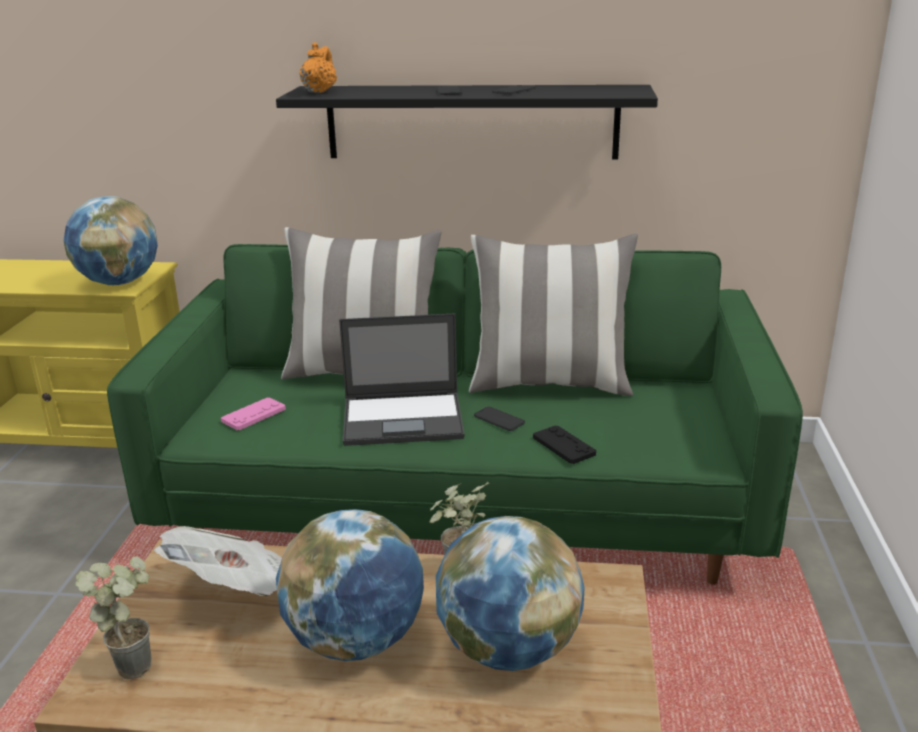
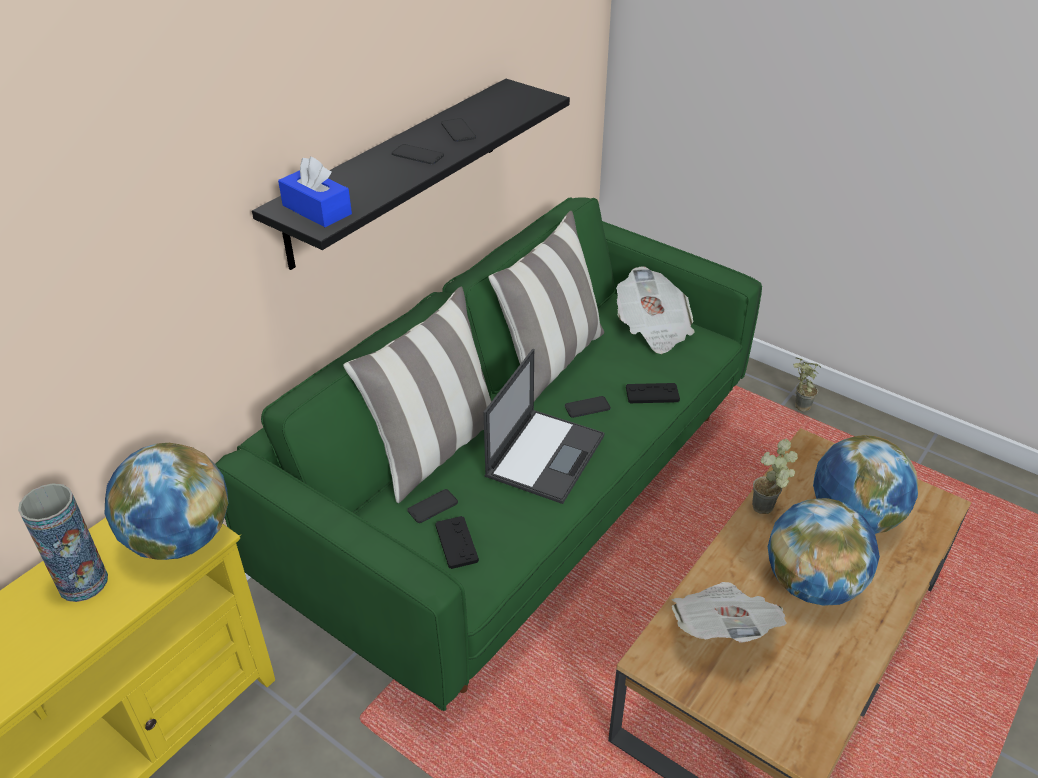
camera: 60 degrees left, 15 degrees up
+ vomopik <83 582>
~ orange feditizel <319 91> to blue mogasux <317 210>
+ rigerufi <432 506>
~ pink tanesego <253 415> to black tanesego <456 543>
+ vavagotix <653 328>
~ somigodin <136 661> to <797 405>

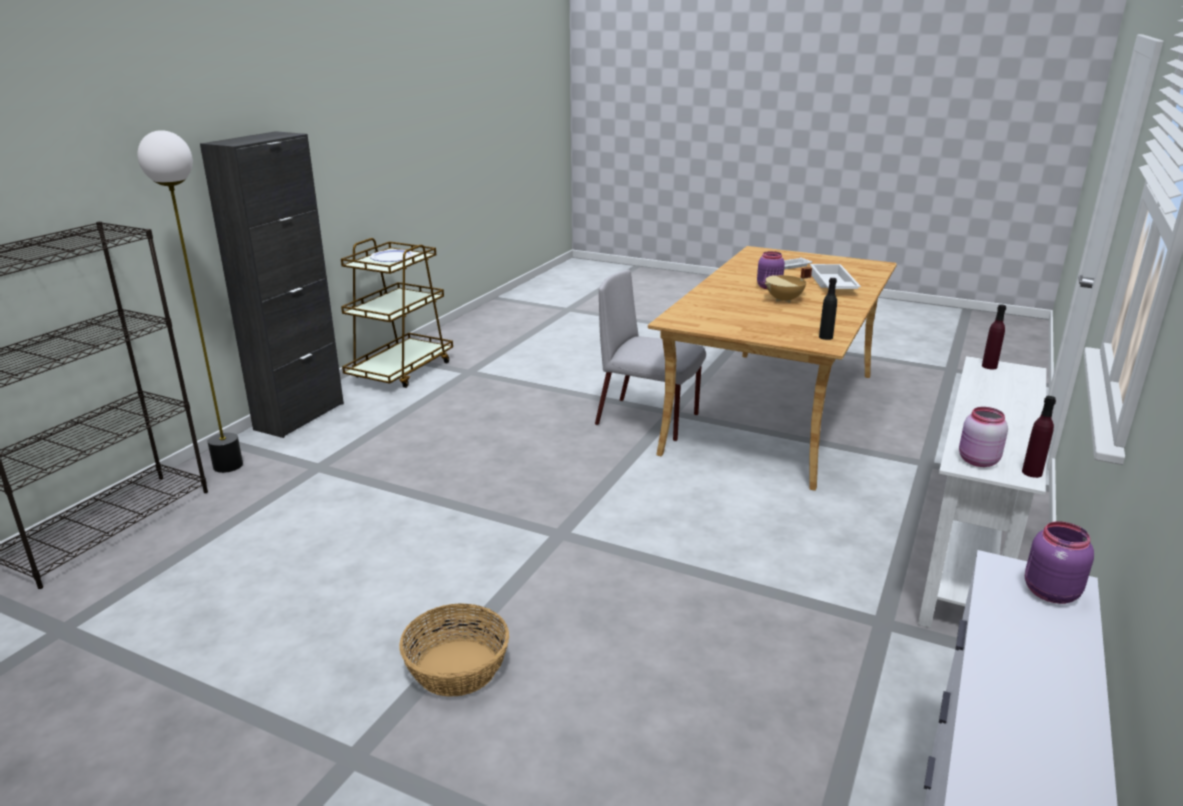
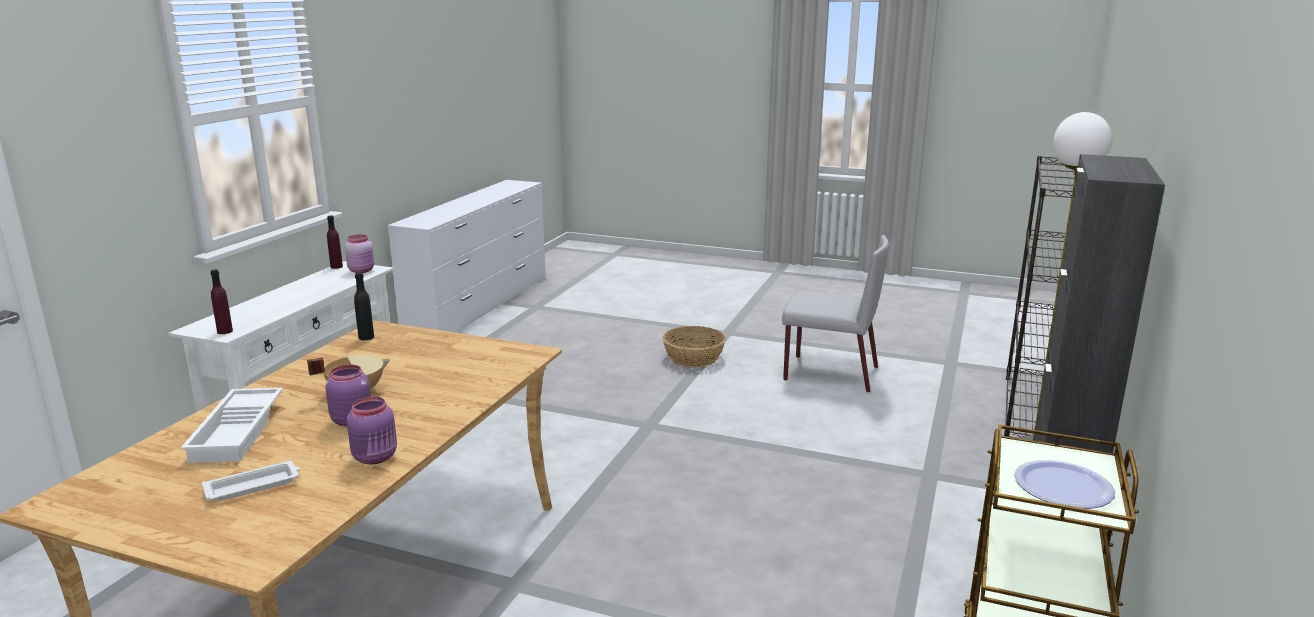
camera: 175 degrees right, 5 degrees down
~ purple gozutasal <1048 592> to <376 457>
~ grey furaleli <649 420> to <829 373>

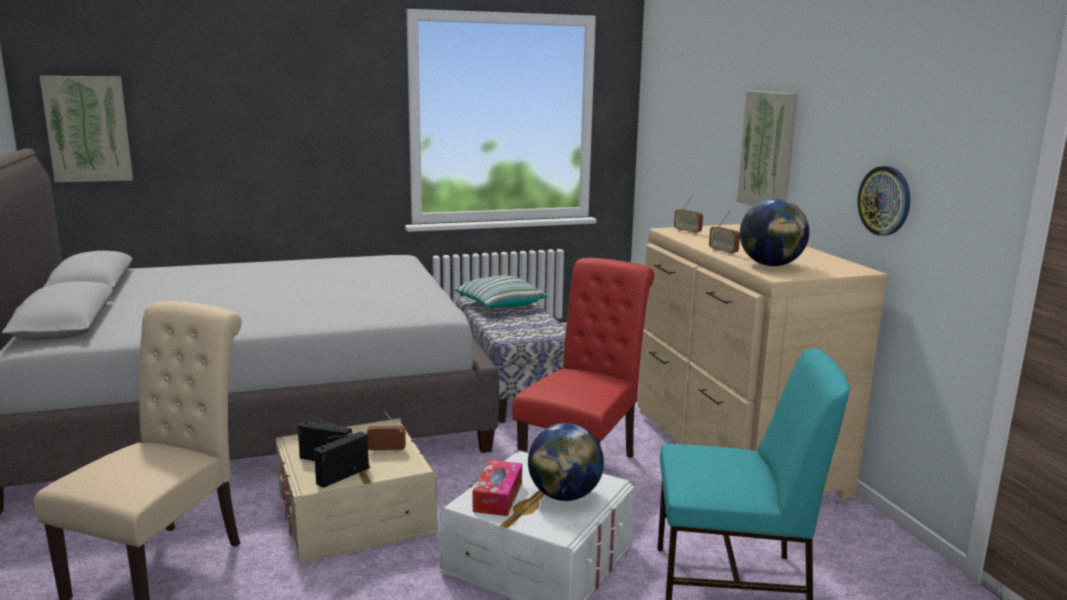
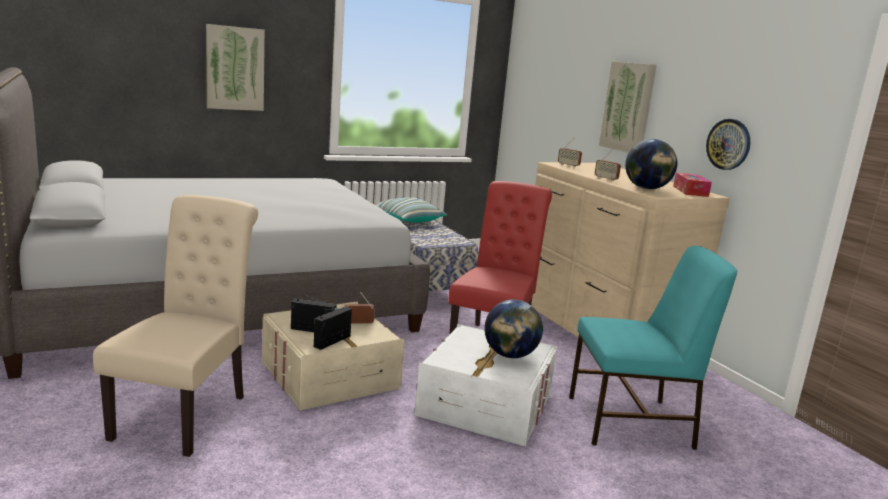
camera: 10 degrees left, 0 degrees up
~ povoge <88 129> to <235 68>
~ mogasux <498 497> to <690 191>

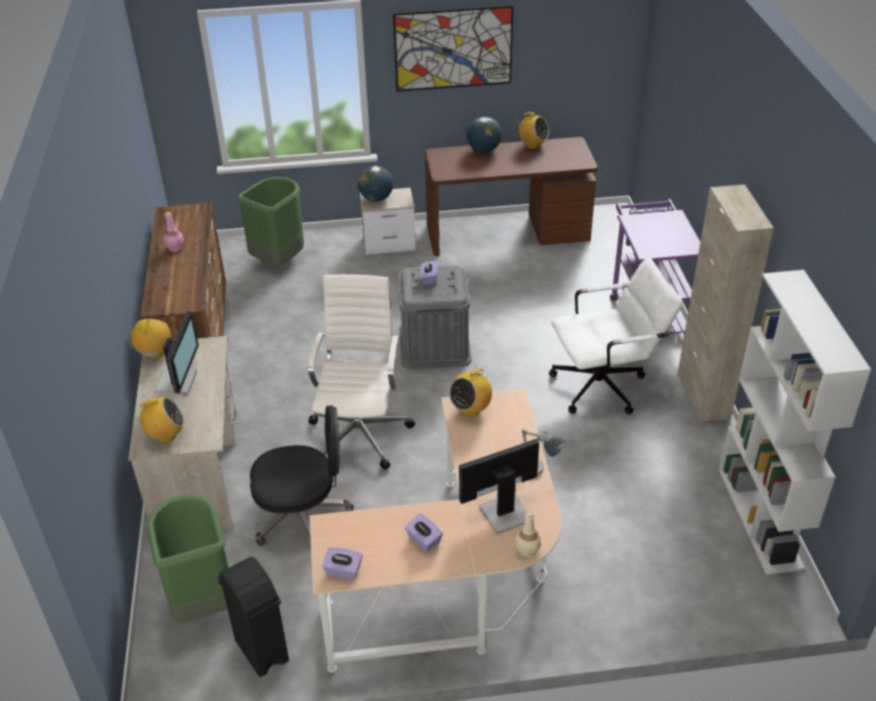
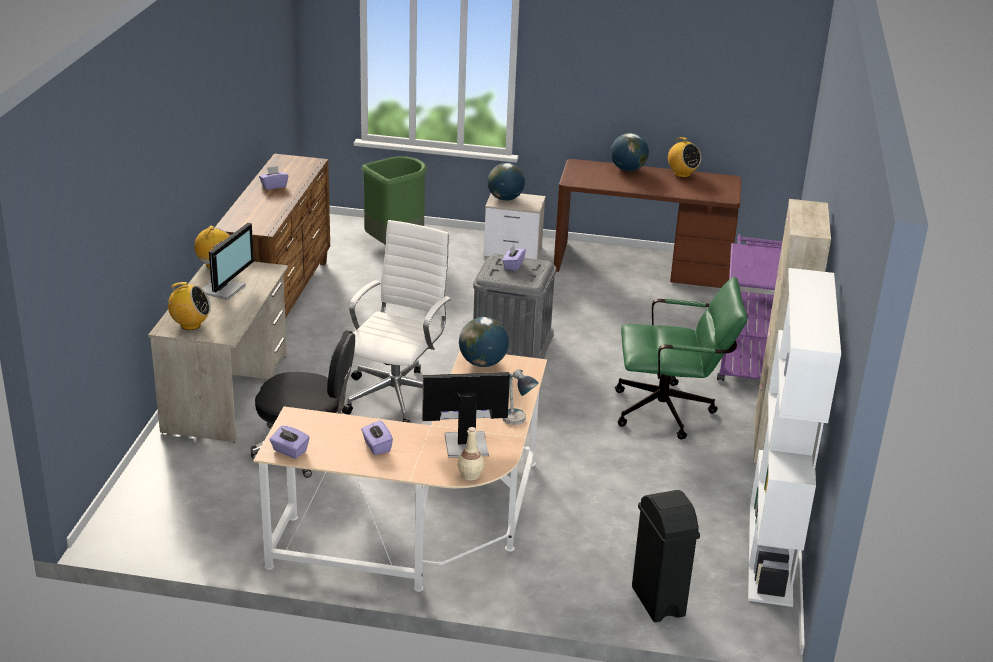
camera: 15 degrees right, 10 degrees down
~ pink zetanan <175 248> to purple mogasux <274 186>
~ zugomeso <470 409> to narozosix <483 363>
~ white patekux <606 385> to green patekux <672 411>
~ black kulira <262 651> to <658 602>
- green kulira <202 602>
- povoge <453 48>

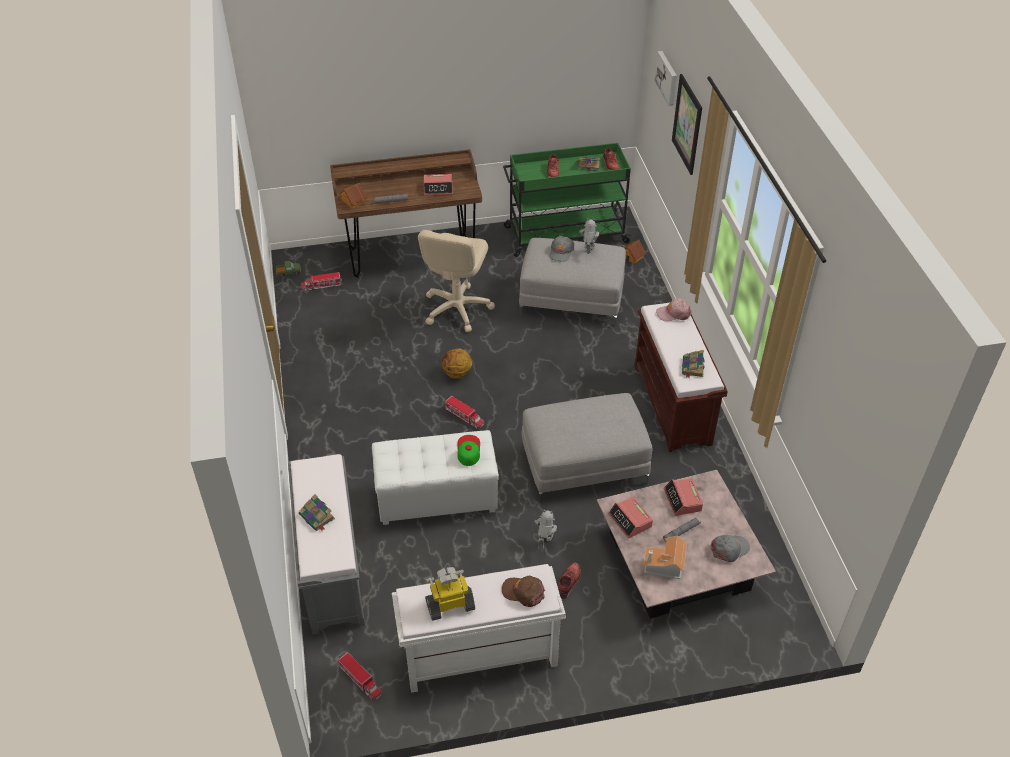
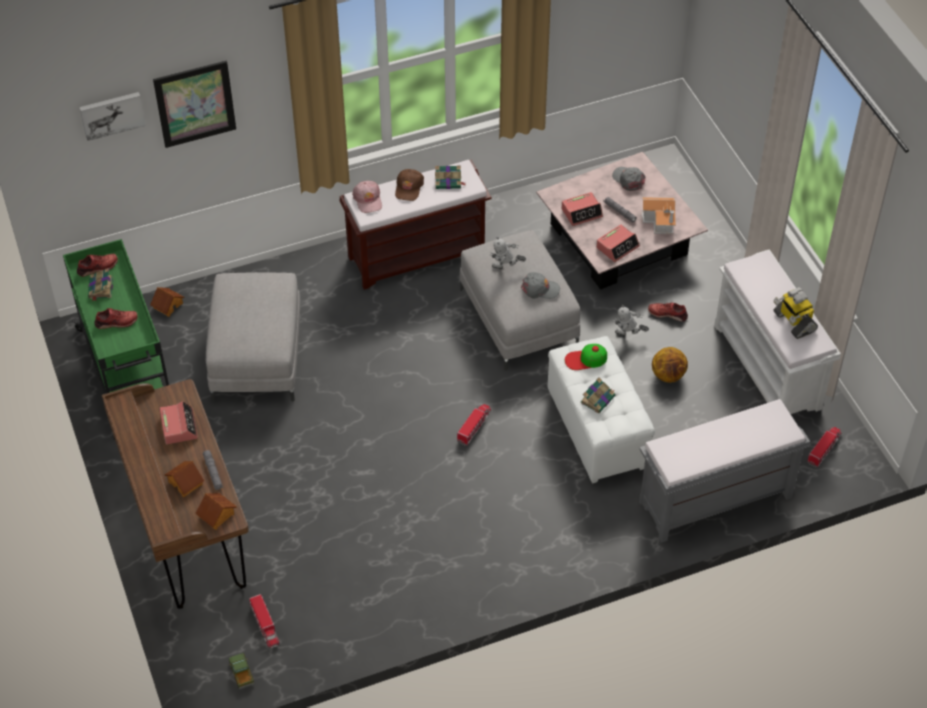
camera: 100 degrees left, 5 degrees up
+ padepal <186 482>
~ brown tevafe <523 592> to <408 188>
~ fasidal <588 251> to <506 269>
~ grey tevafe <561 252> to <540 289>
~ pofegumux <317 517> to <598 399>
~ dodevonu <456 374> to <668 375>
- beige patekux <456 309>

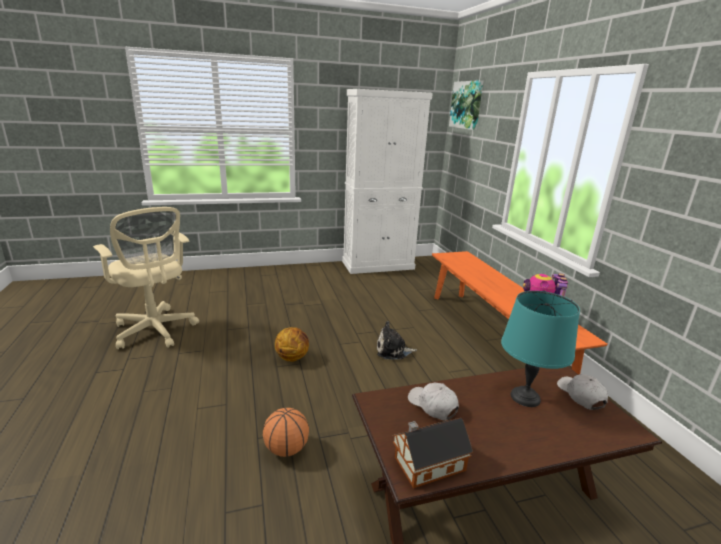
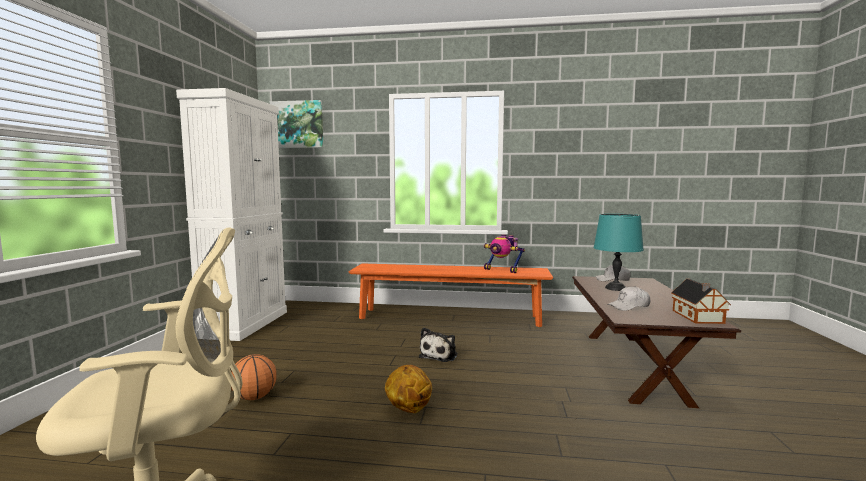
camera: 65 degrees left, 15 degrees down
~ dodevonu <286 449> to <254 397>

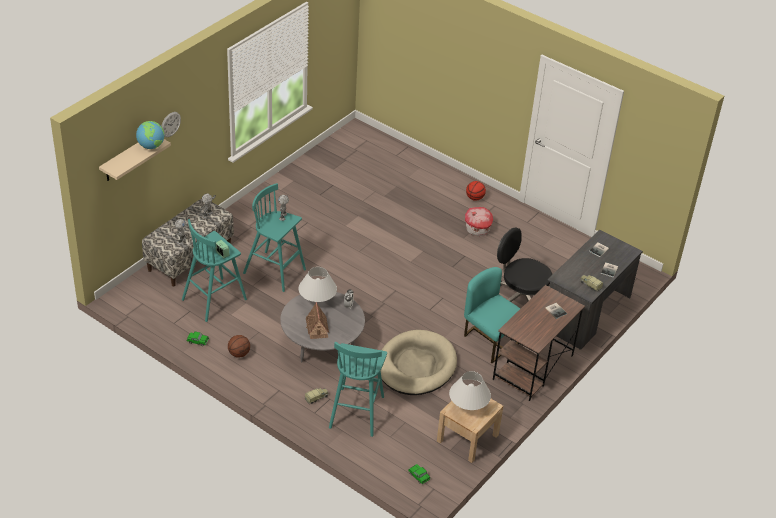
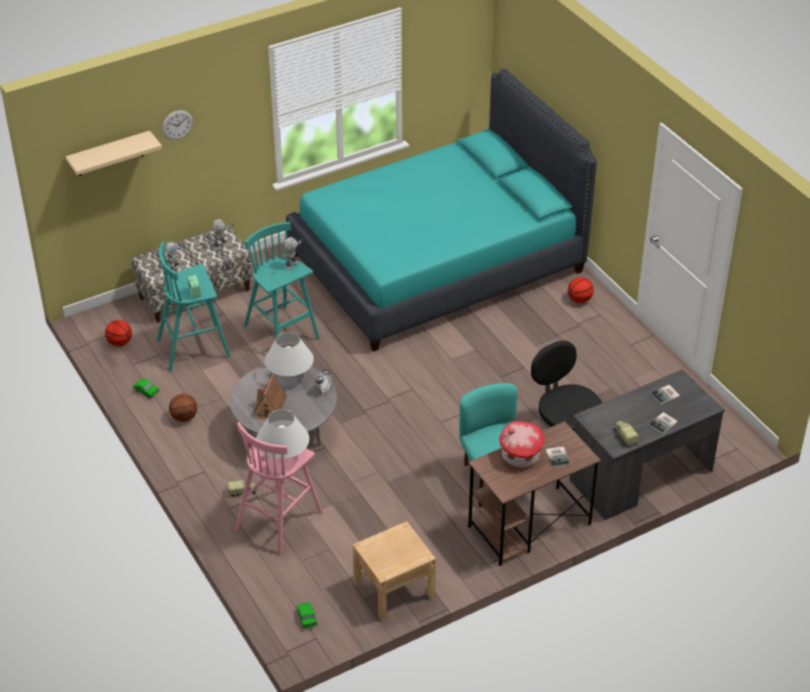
camera: 25 degrees right, 0 degrees up
+ dodevonu <120 343>
~ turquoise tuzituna <357 411> to pink tuzituna <279 520>
~ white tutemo <468 406> to <283 455>
+ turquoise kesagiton <437 263>
~ padepal <477 229> to <520 456>
- narozosix <151 146>
- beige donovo <416 366>

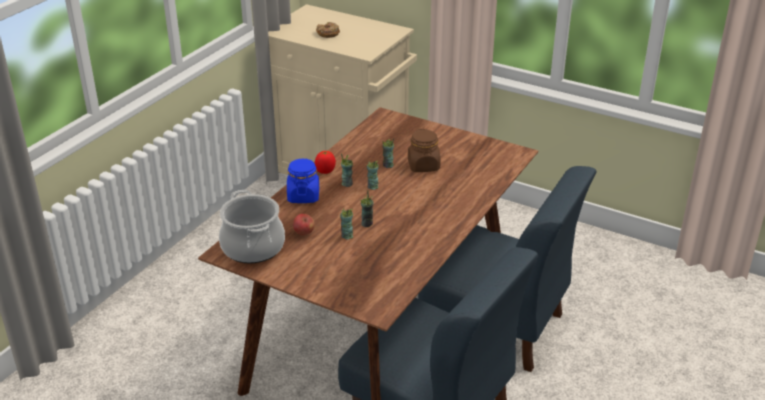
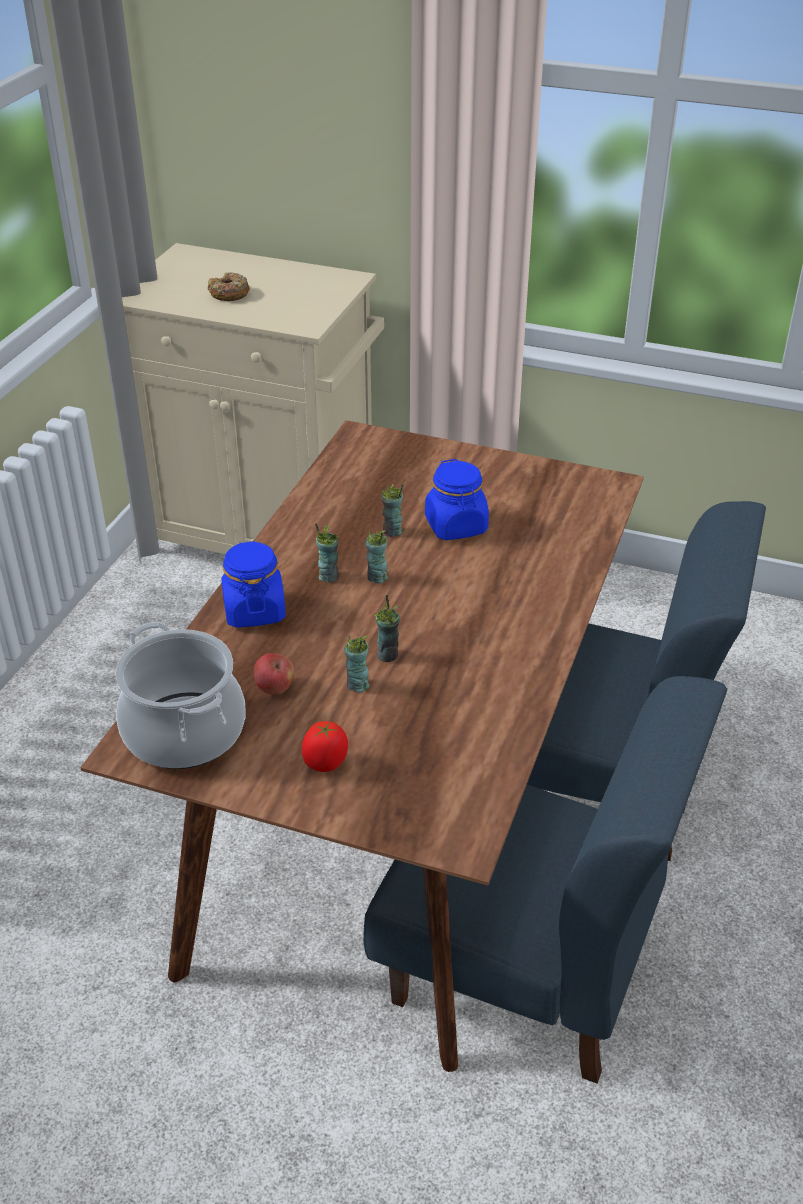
camera: 10 degrees left, 5 degrees up
~ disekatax <325 171> to <326 764>
~ brown gozutasal <423 166> to blue gozutasal <456 526>

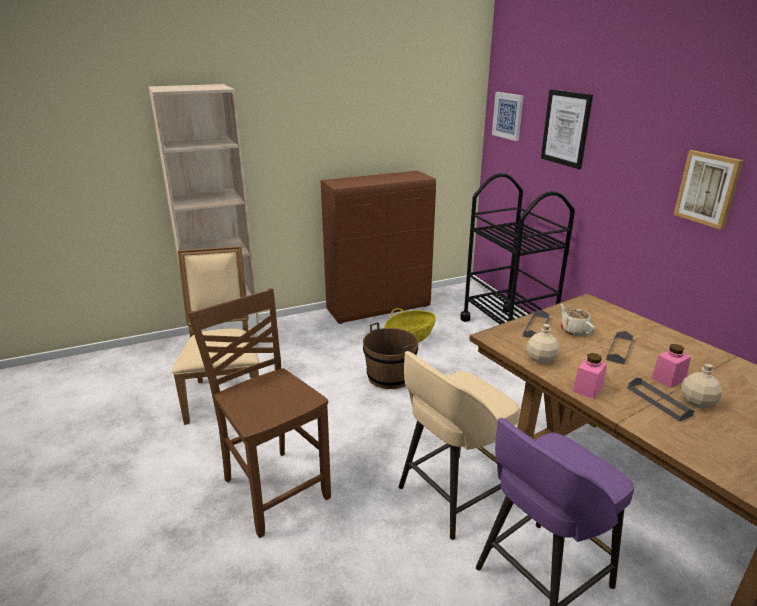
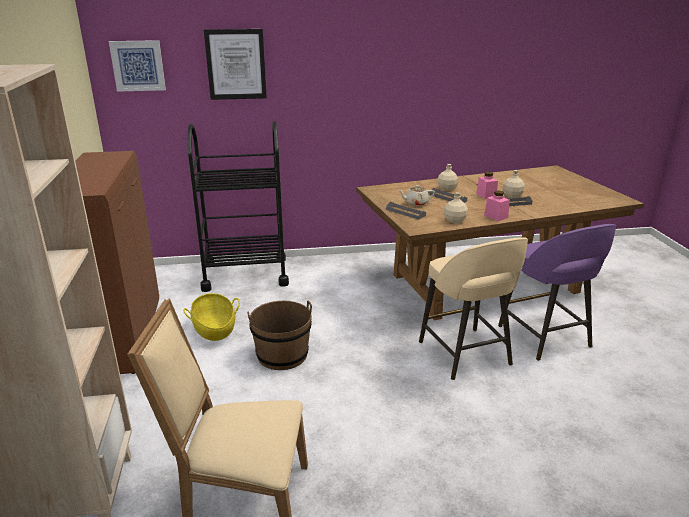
camera: 75 degrees left, 0 degrees up
+ beige zetanan <446 189>
- brown furaleli <274 488>
- povoge <708 189>

